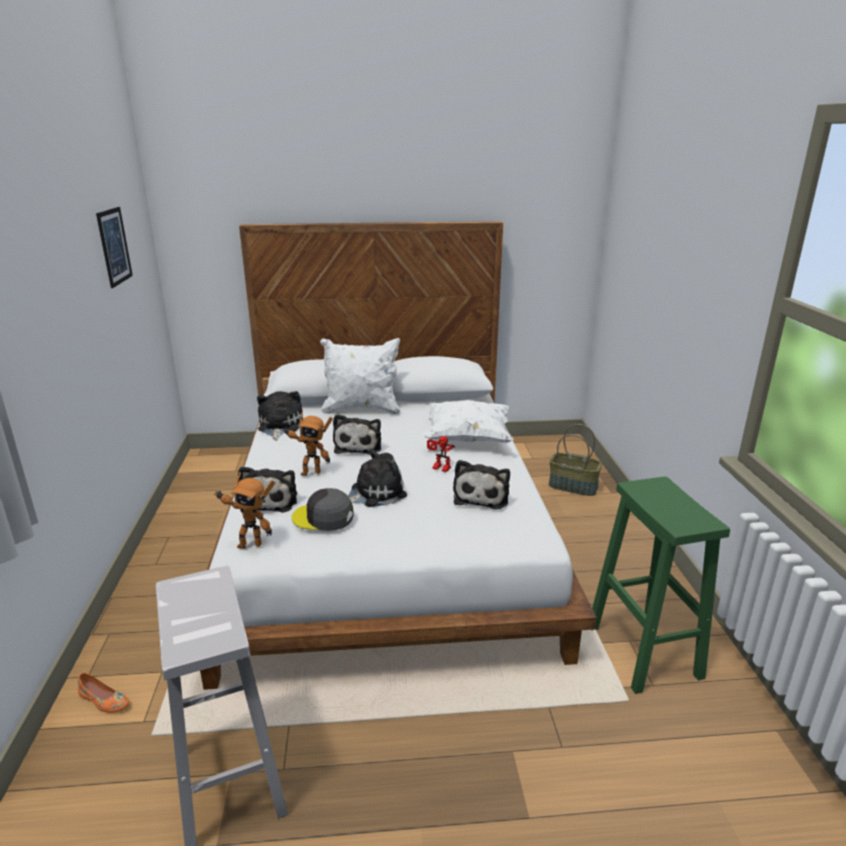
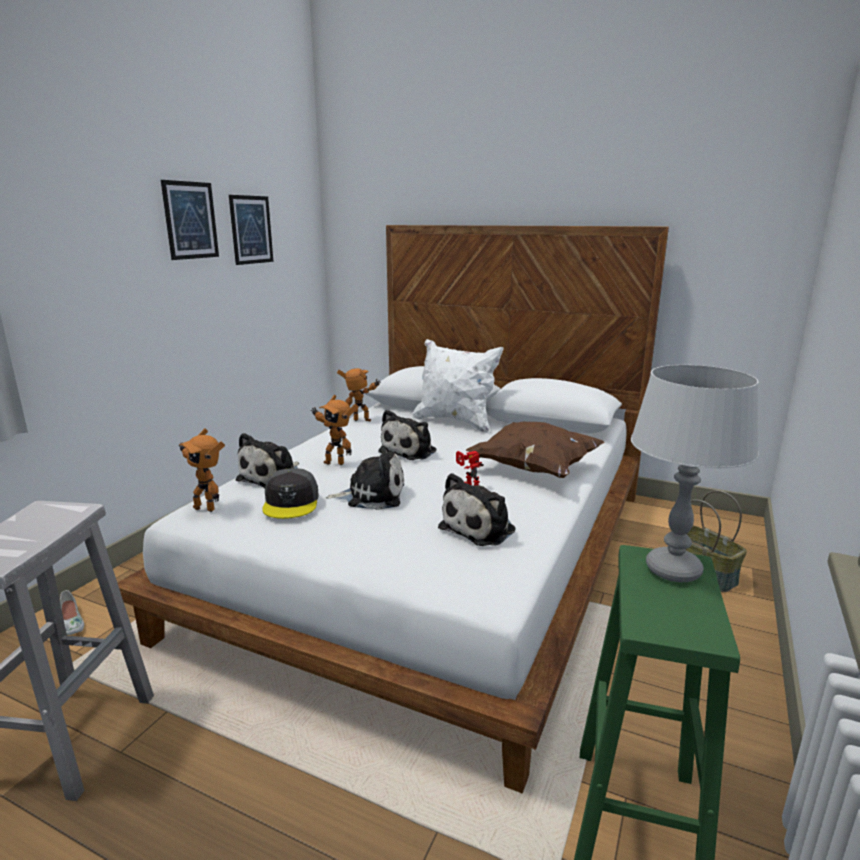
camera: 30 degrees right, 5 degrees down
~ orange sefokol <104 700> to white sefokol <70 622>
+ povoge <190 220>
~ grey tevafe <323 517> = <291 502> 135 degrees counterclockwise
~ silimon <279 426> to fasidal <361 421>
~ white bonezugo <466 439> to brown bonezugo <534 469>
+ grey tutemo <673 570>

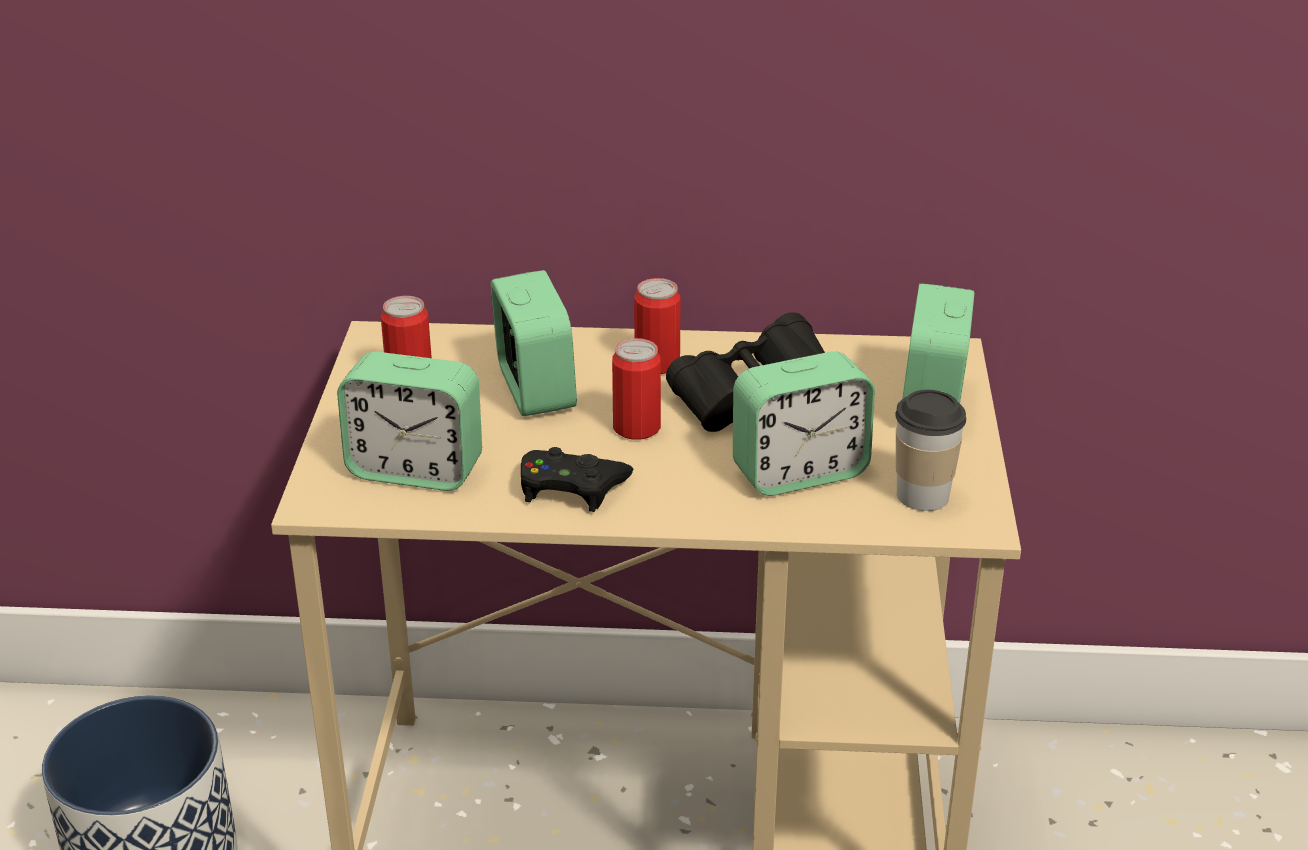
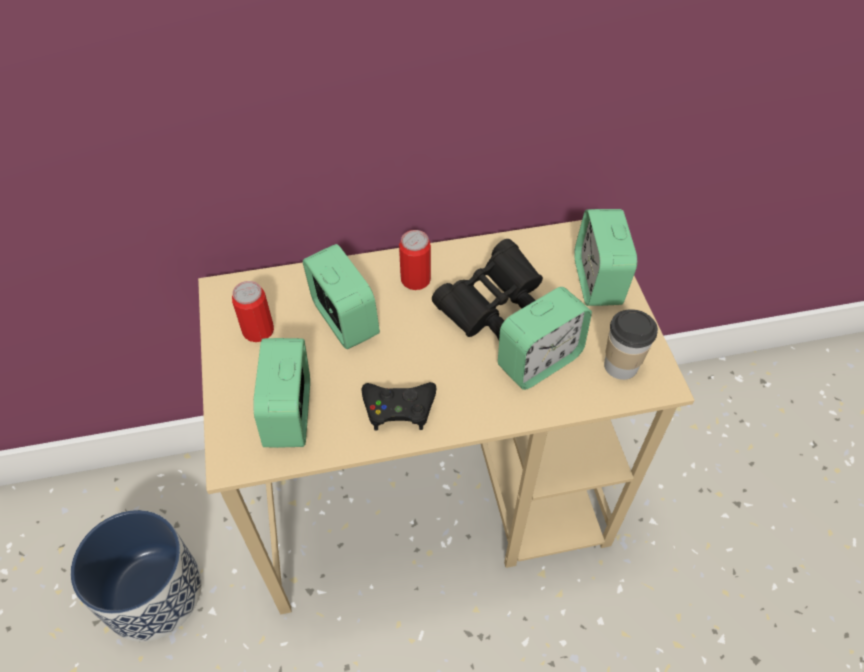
camera: 15 degrees left, 20 degrees up
~ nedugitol <415 470> = <289 414> 90 degrees clockwise
- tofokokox <636 428>

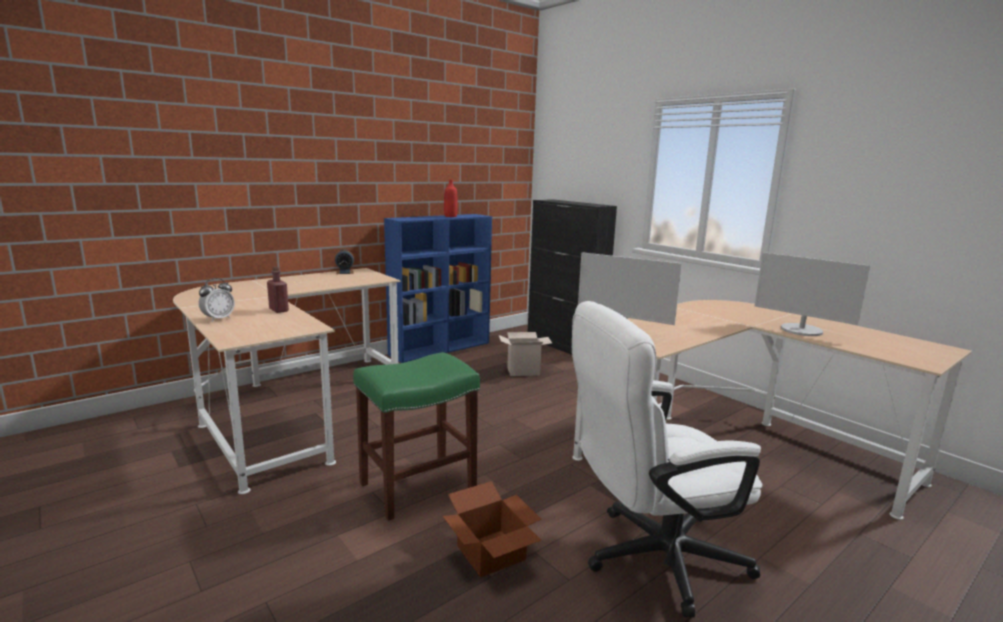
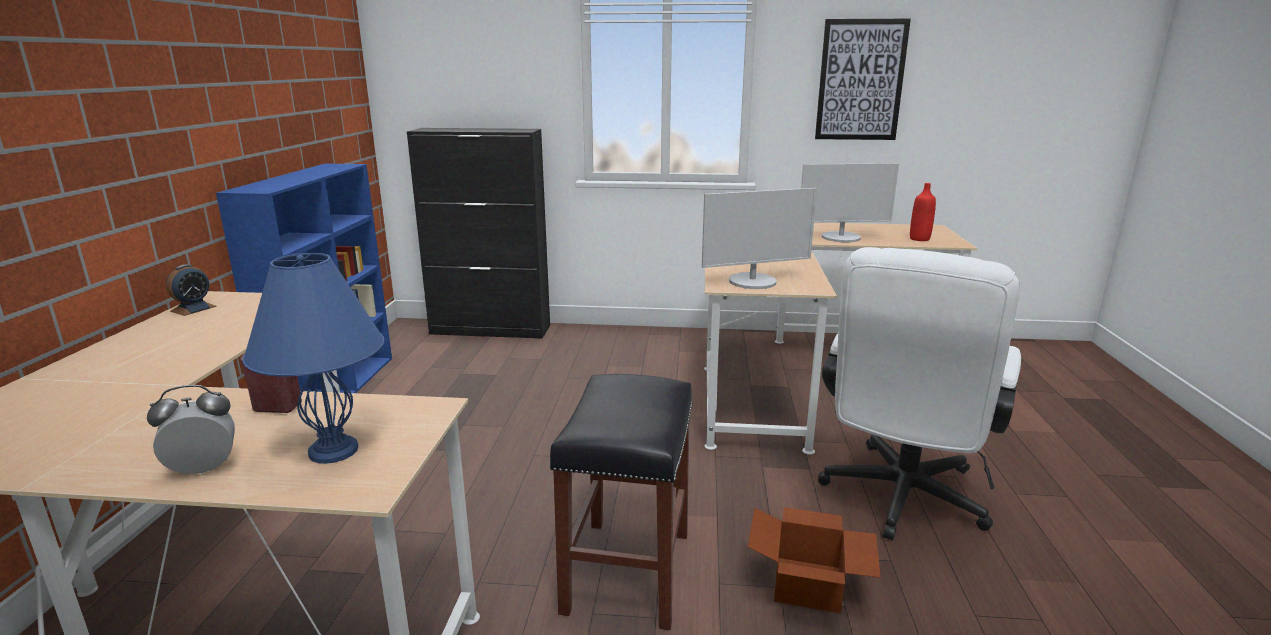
camera: 45 degrees left, 5 degrees up
~ nedugitol <218 319> = <203 469> 105 degrees counterclockwise
+ blue tutemo <333 451>
~ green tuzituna <416 487> to black tuzituna <628 573>
+ povoge <860 80>
~ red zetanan <450 216> to <919 239>
- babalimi <524 371>

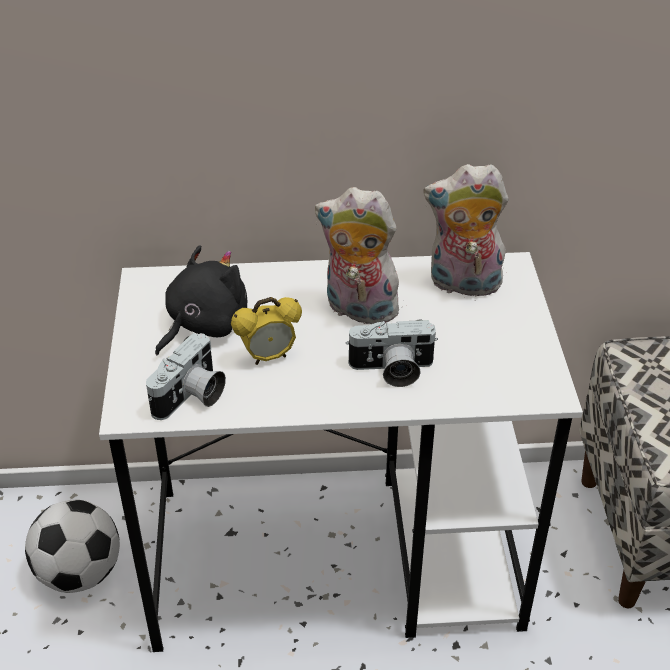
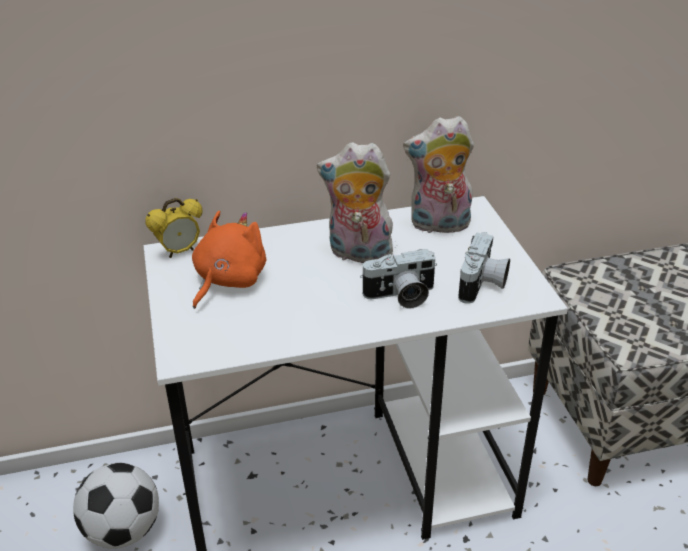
camera: 10 degrees left, 5 degrees down
~ nedugitol <268 357> to <179 251>
~ black silimon <203 324> to orange silimon <228 280>
~ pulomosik <191 397> to <483 285>

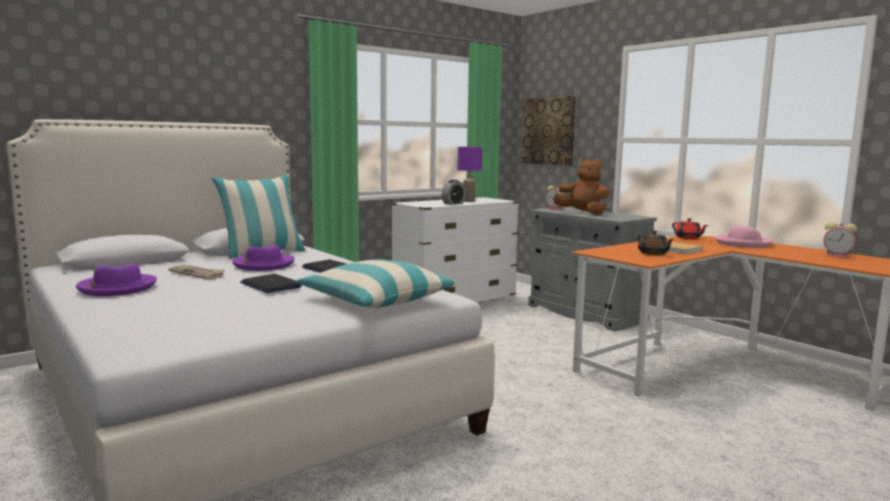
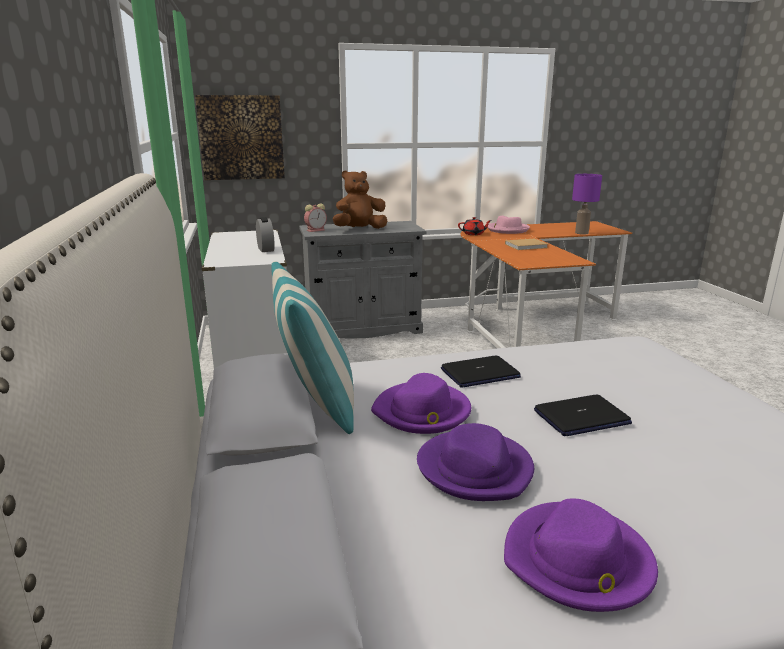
camera: 65 degrees left, 10 degrees up
~ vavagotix <197 273> to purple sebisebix <475 469>
~ purple tutemo <468 201> to <582 233>
- bonezugo <376 300>
- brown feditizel <653 253>
- nedugitol <838 256>

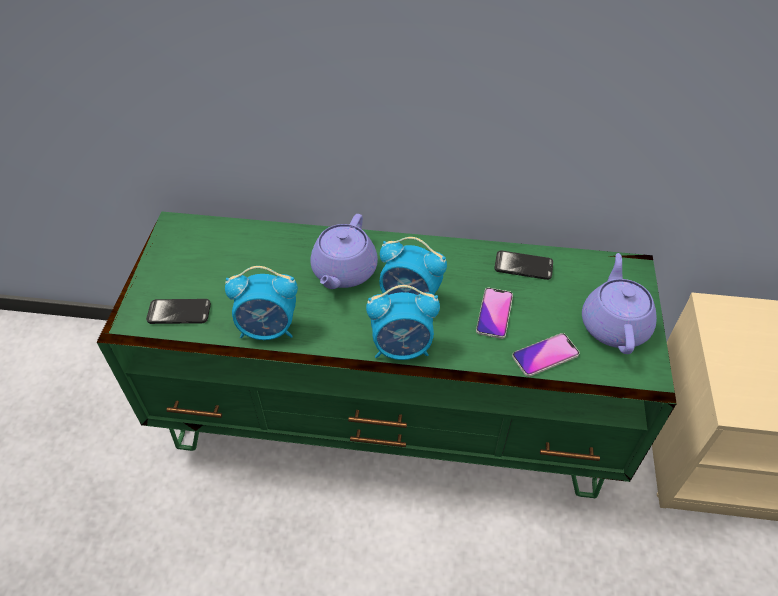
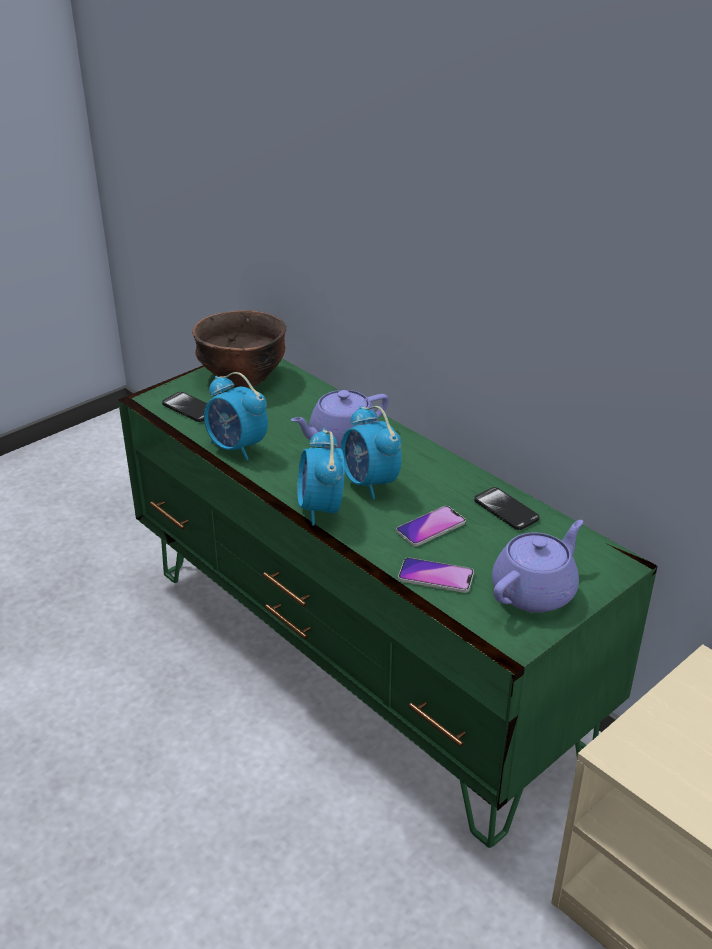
camera: 40 degrees right, 15 degrees down
+ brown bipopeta <242 377>
~ nedugitol <402 348> = <321 509> 45 degrees clockwise

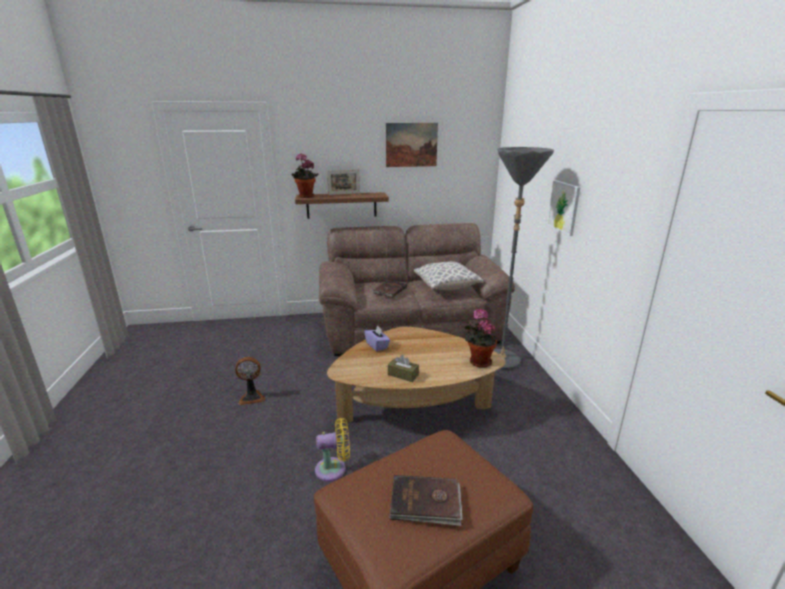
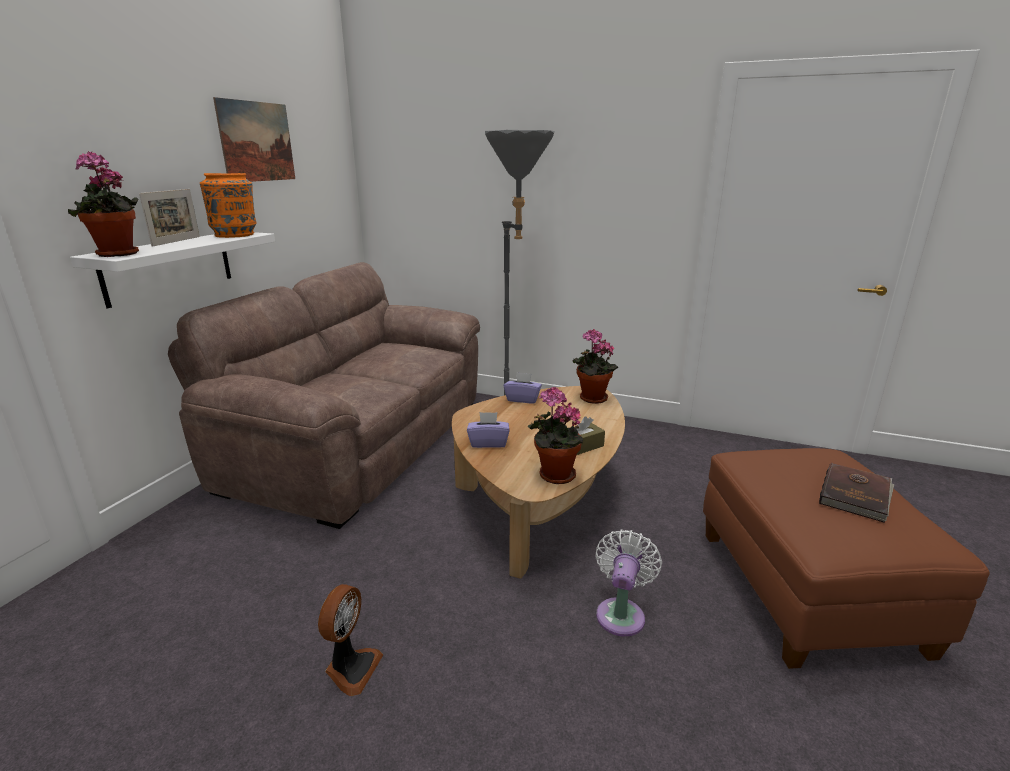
camera: 60 degrees left, 0 degrees up
~ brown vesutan <341 205> to white vesutan <169 267>
+ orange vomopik <235 235>
+ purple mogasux <522 399>
+ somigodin <553 475>
~ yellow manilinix <334 469> to white manilinix <621 613>
- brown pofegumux <389 290>
- bonezugo <446 286>
- povoge <564 207>

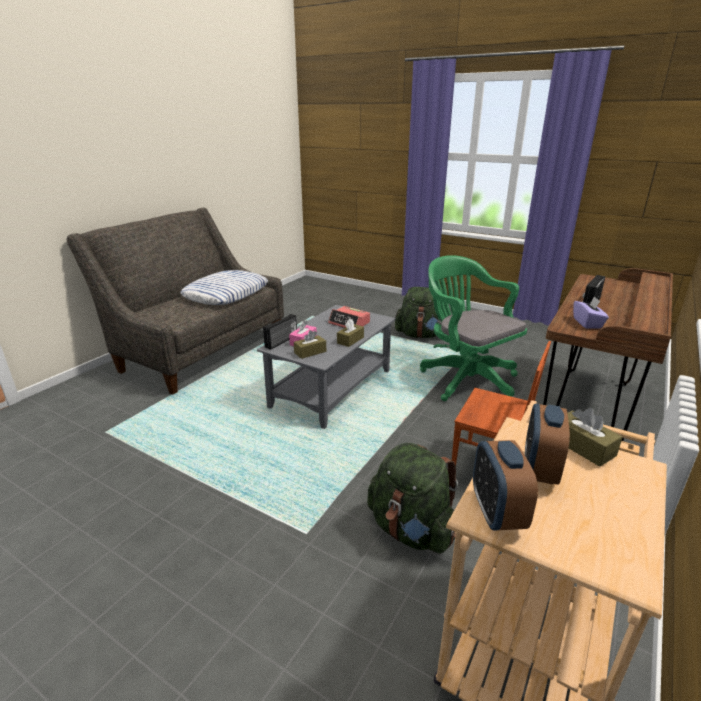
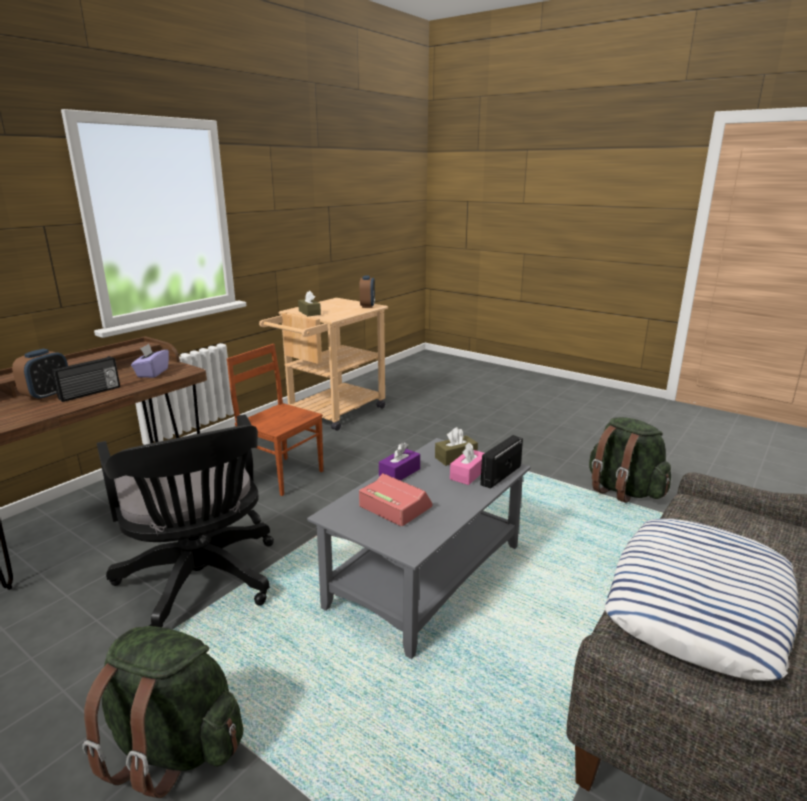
camera: 175 degrees left, 5 degrees down
~ nedugitol <539 469> to <47 395>
~ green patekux <465 379> to black patekux <202 583>
~ brown mogasux <350 340> to purple mogasux <399 473>
~ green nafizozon <411 529> to <623 490>

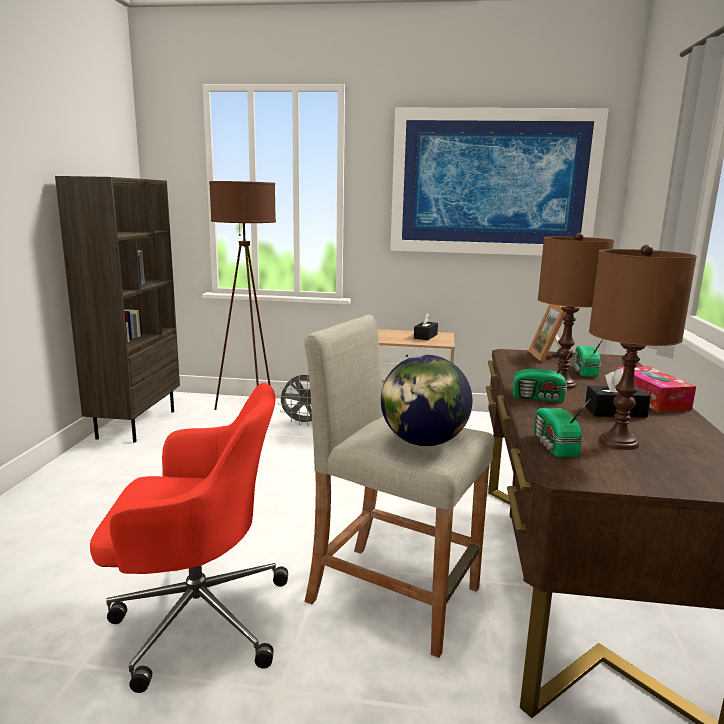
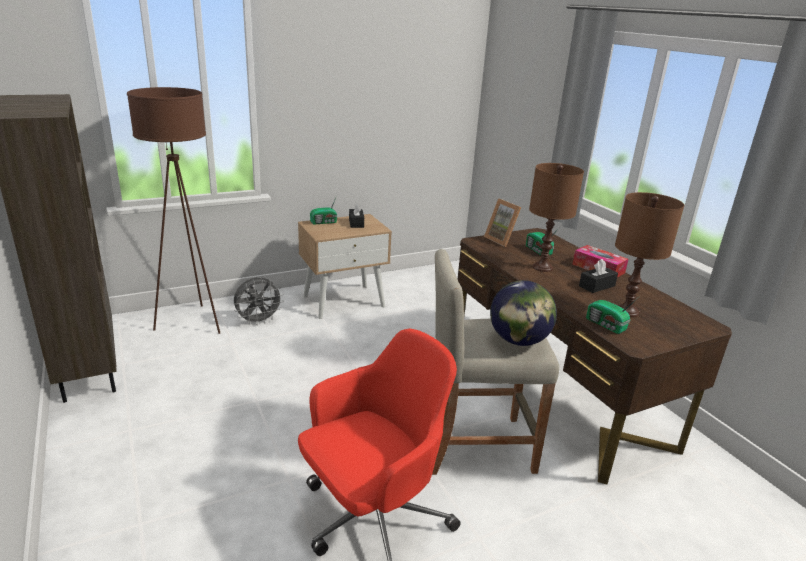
camera: 35 degrees left, 10 degrees up
~ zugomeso <539 398> to <324 222>
- povoge <493 183>

